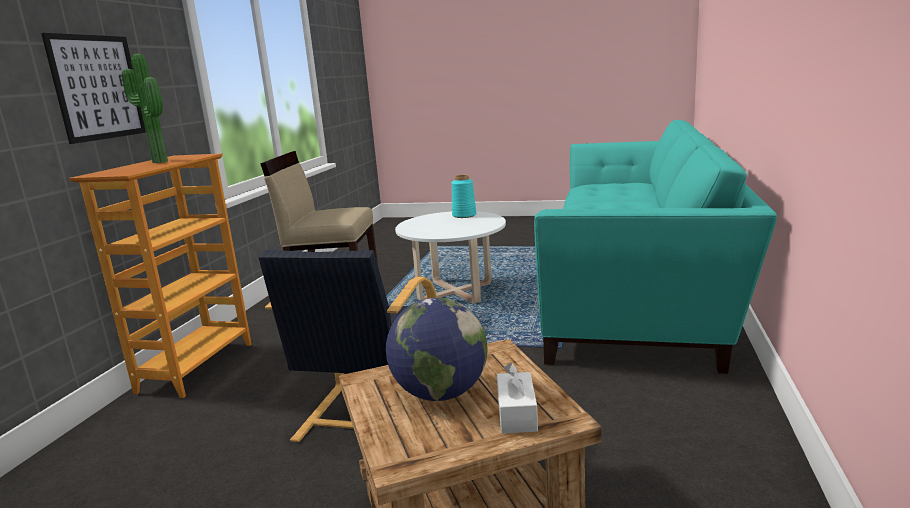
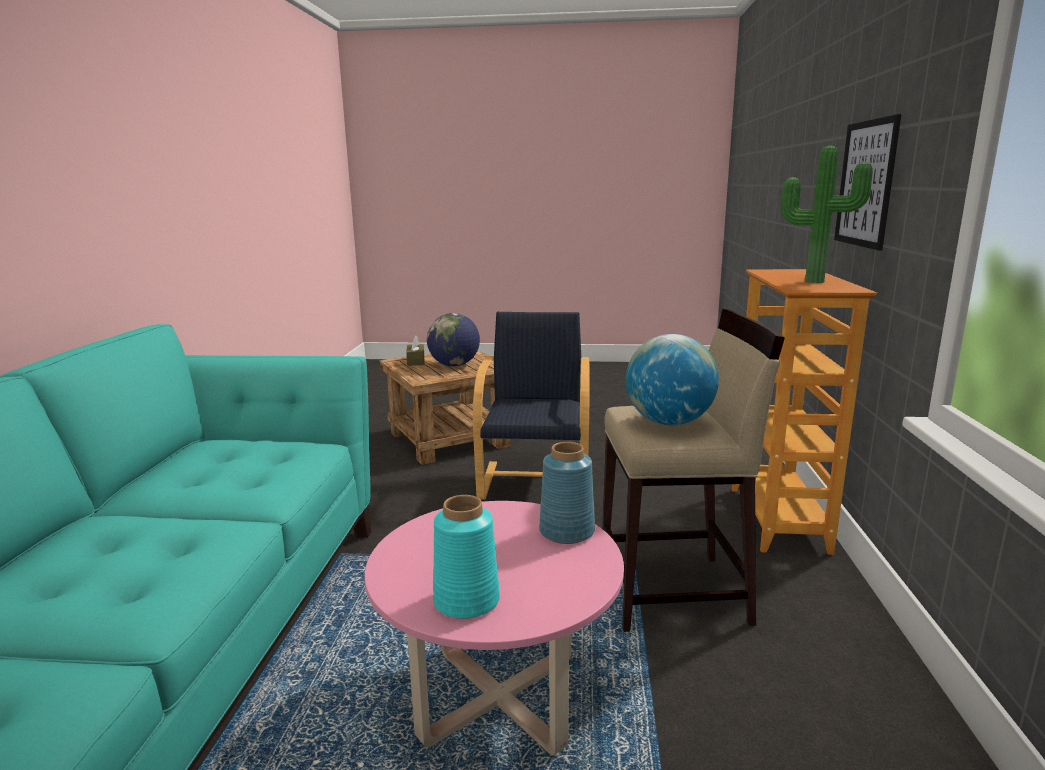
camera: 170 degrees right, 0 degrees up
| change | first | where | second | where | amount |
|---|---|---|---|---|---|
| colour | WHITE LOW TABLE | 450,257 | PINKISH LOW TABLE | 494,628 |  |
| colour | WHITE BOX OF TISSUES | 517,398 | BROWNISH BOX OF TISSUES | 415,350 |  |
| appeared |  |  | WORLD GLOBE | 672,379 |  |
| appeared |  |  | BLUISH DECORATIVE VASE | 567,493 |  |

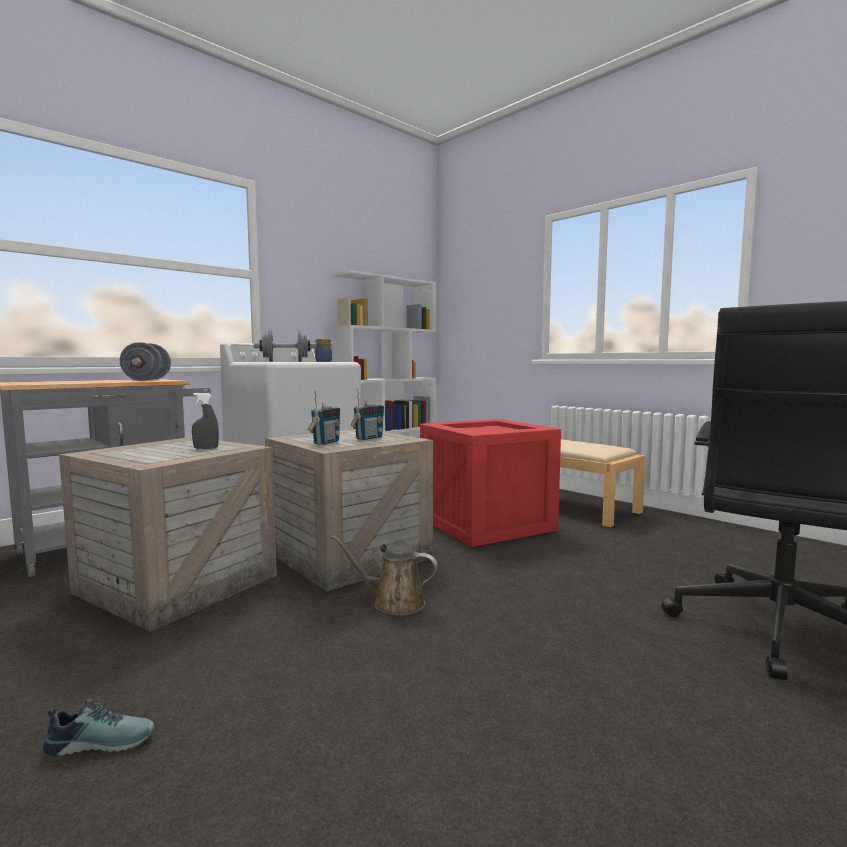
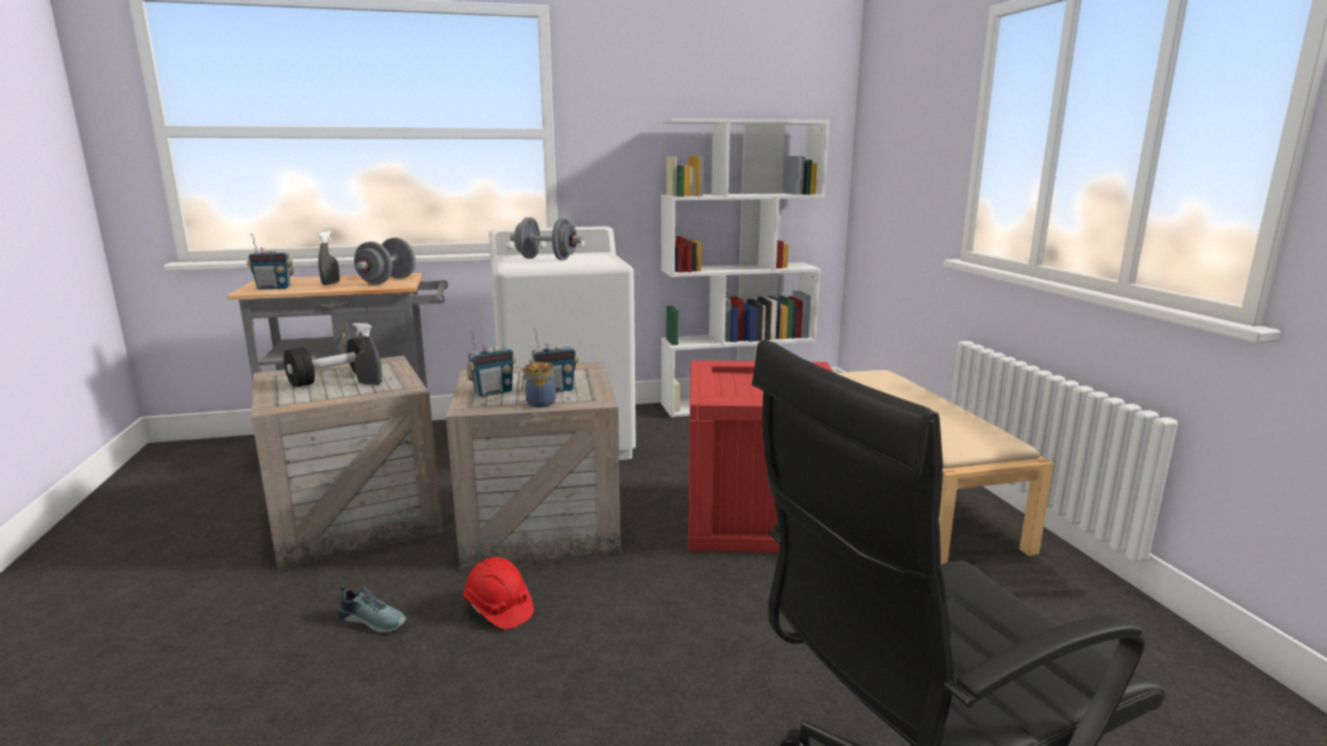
camera: 30 degrees right, 10 degrees up
| change | first | where | second | where | amount |
|---|---|---|---|---|---|
| relocated | STORAGE JAR | 323,350 |  | 538,384 |  |
| exchanged | BROWNISH WATERING CAN | 384,575 | REDDISH SAFETY HELMET | 498,593 |  |
| relocated | ITEM OF FOOTWEAR | 98,727 |  | 372,609 |  |
| appeared |  |  | GRAY HAND SPRAYER | 329,258 |  |
| appeared |  |  | RADIO SET | 270,262 |  |
| appeared |  |  | BLACKISH FREE WEIGHT | 324,362 |  |

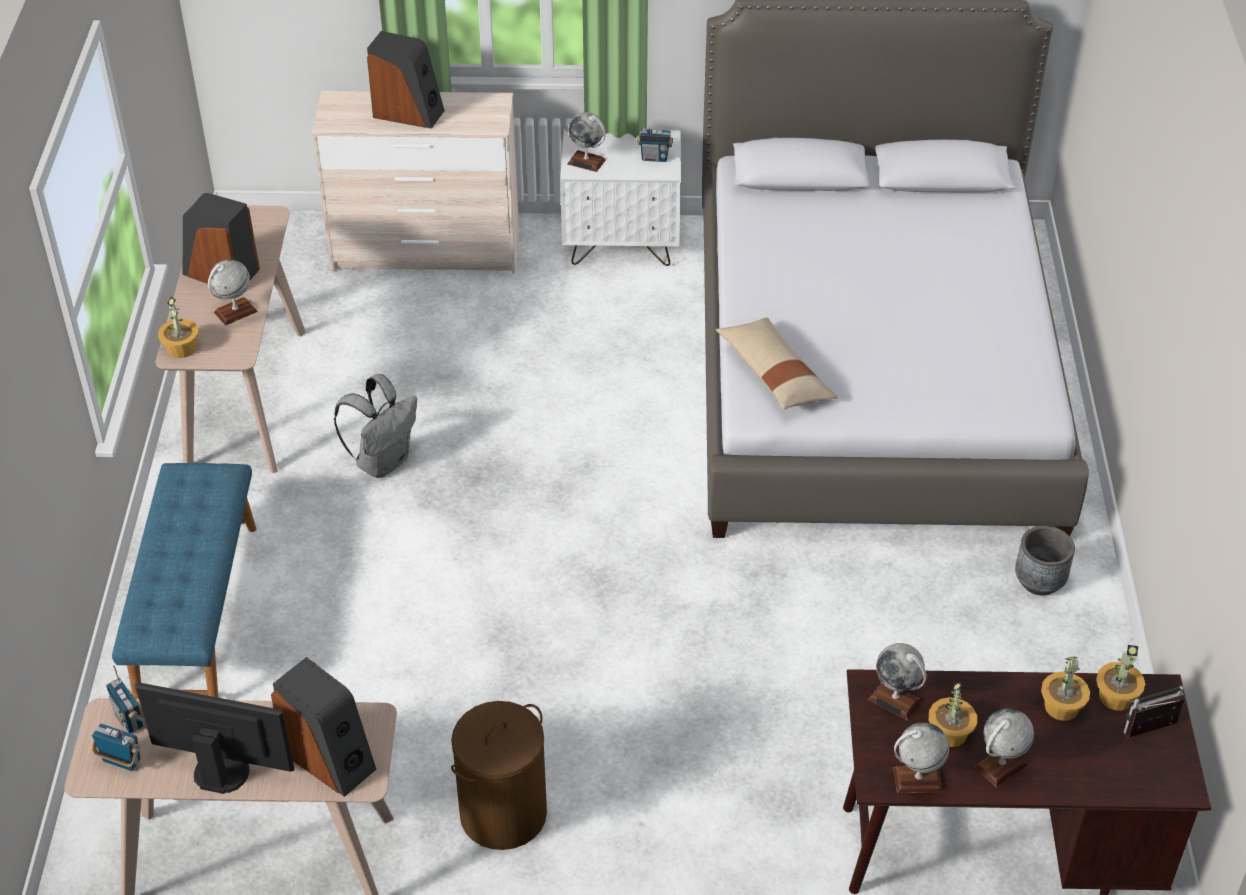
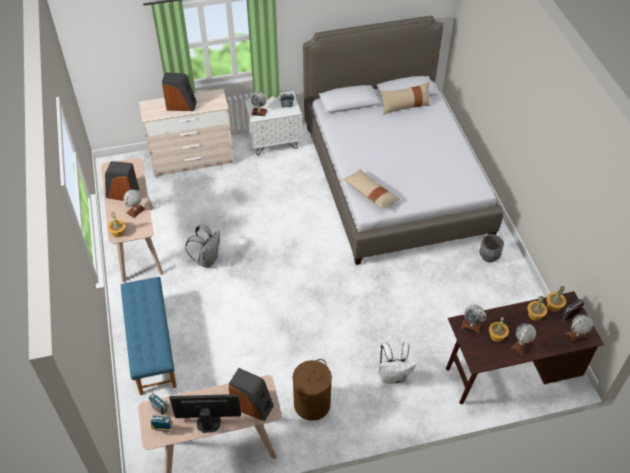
camera: 15 degrees left, 5 degrees up
| change | first | where | second | where | amount |
|---|---|---|---|---|---|
| relocated | WORLD GLOBE | 921,758 |  | 579,328 |  |
| appeared |  |  | BEIGE-COLOURED THROW PILLOW | 405,98 |  |
| appeared |  |  | WHITE BACKPACK | 397,363 |  |

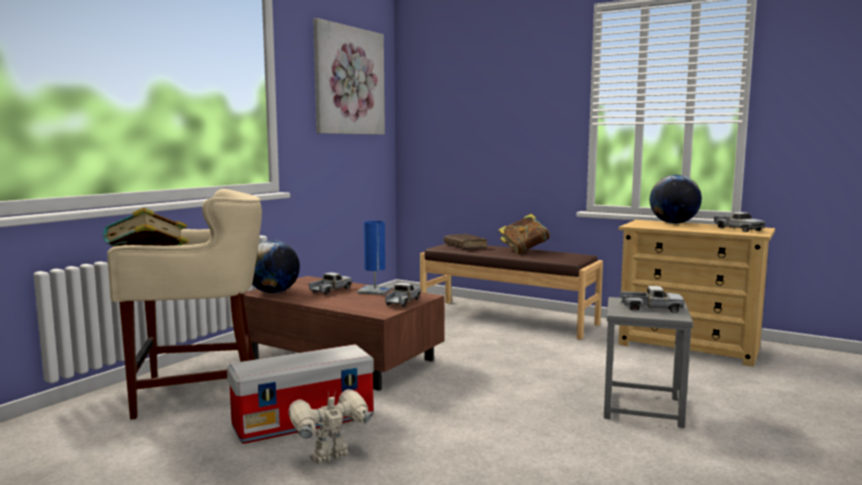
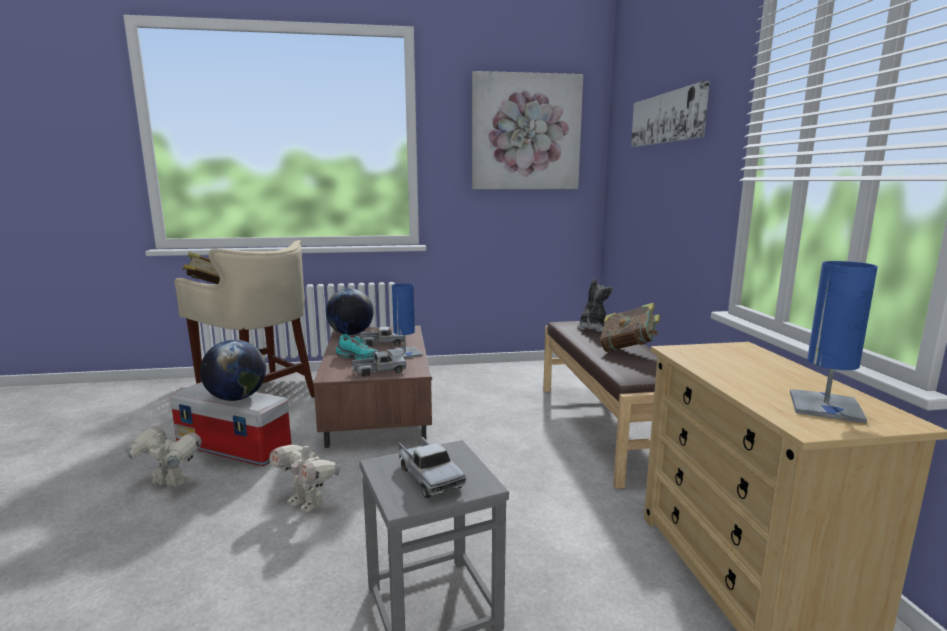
camera: 50 degrees right, 5 degrees up
| change | first | where | second | where | amount |
|---|---|---|---|---|---|
| relocated | WORLD GLOBE | 676,199 |  | 233,370 |  |
| exchanged | TOY LORRY | 739,222 | BLUISH TABLE LAMP | 834,342 |  |
| exchanged | BROWNISH BOOK | 465,241 | PLUSH TOY | 595,305 |  |
| appeared |  |  | WALL PICTURE | 670,114 |  |
| appeared |  |  | TURQUOISE ITEM OF FOOTWEAR | 357,347 |  |
| appeared |  |  | TOY ROBOT | 305,475 |  |

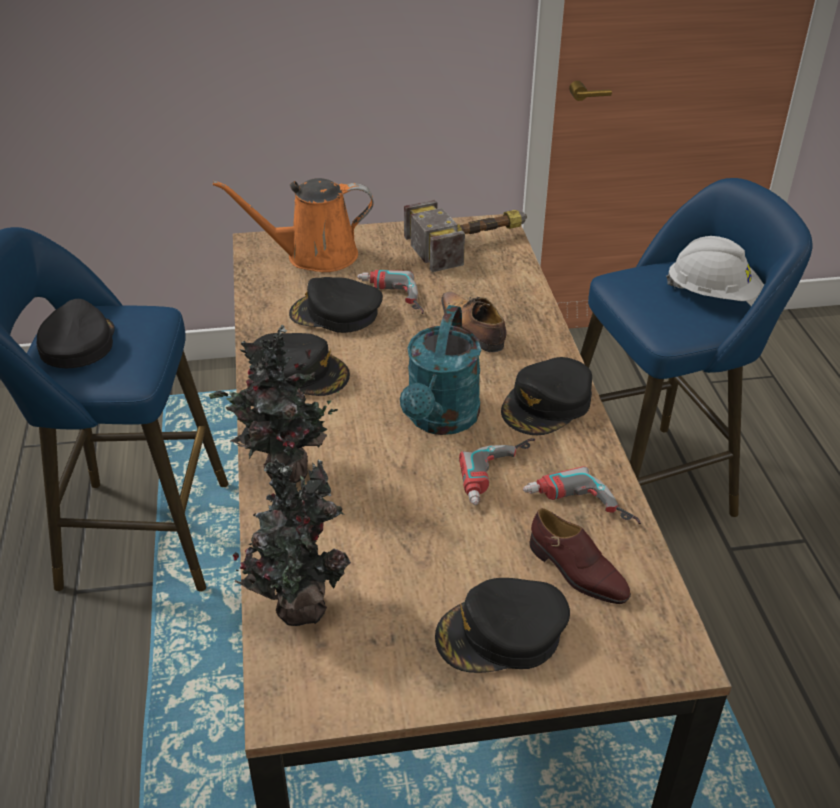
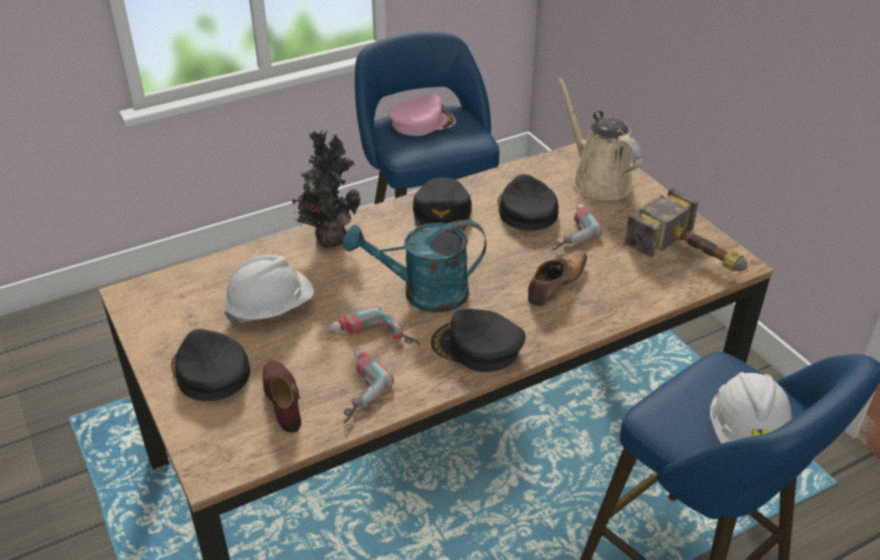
camera: 70 degrees right, 0 degrees up
| change | first | where | second | where | amount |
|---|---|---|---|---|---|
| colour | ORANGE WATERING CAN | 293,225 | BEIGE-COLOURED WATERING CAN | 600,139 |  |
| colour | BLACKISH PEAKED CAP | 76,333 | PINKISH PEAKED CAP | 421,115 |  |
| missing | POTTED PLANT | 291,542 |  |  |  |
| spun | BROWNISH ITEM OF FOOTWEAR | 580,556 |  | 282,396 | 135 degrees clockwise |
| appeared |  |  | WHITE SAFETY HELMET | 268,290 |  |

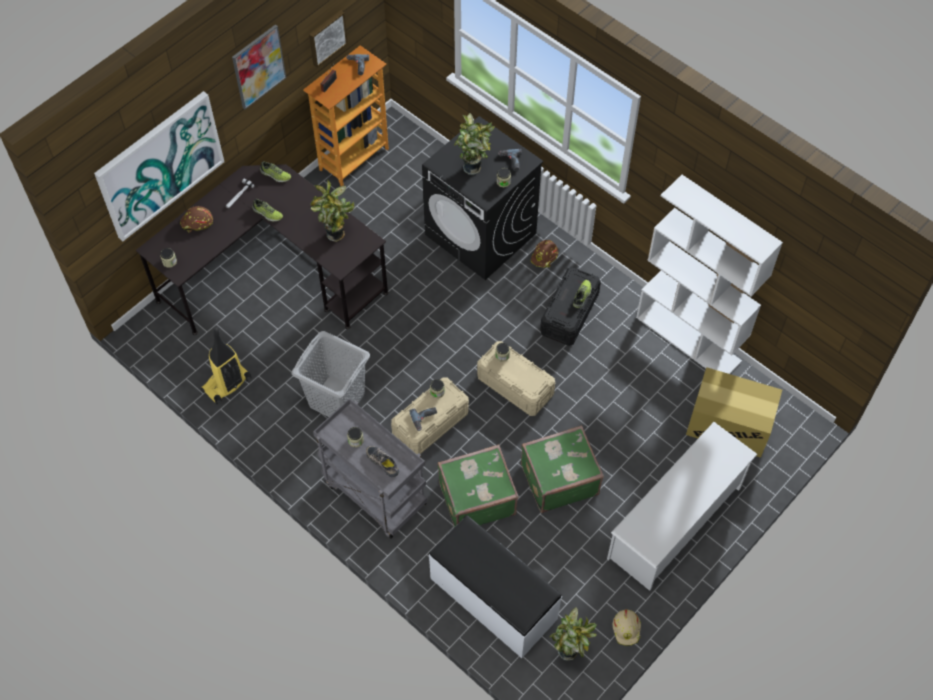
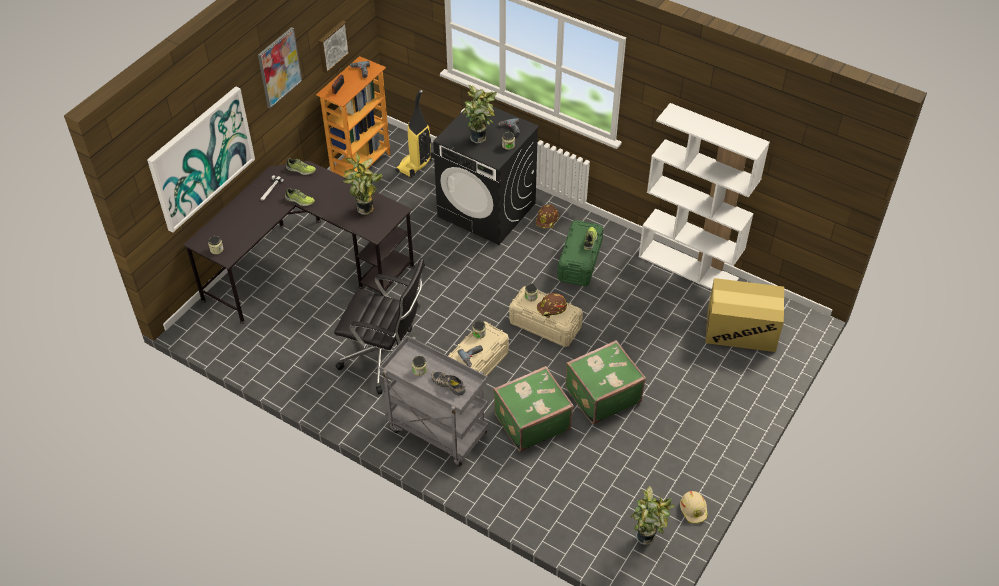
camera: 10 degrees left, 10 degrees down
| change | first | where | second | where | amount |
|---|---|---|---|---|---|
| relocated | BROWNISH SAFETY HELMET | 196,219 |  | 552,305 |  |
| colour | BLACKISH STORAGE BIN | 570,306 | GREEN STORAGE BIN | 580,253 |  |
| relocated | VACUUM | 226,365 |  | 415,134 |  |
| exchanged | GRAY WASHING BASKET | 331,374 | BLACKISH DESK CHAIR | 379,326 |  |
| missing | WHITE SHOE RACK | 682,506 |  |  |  |
| missing | WHITE BENCH | 495,586 |  |  |  |

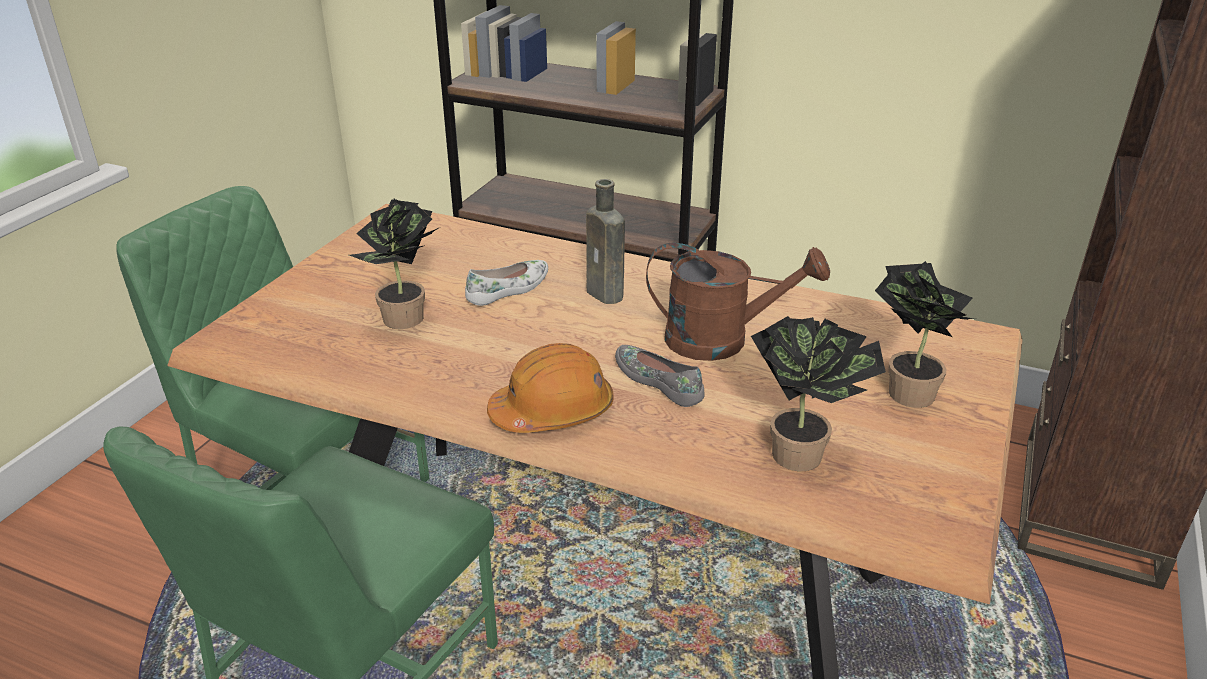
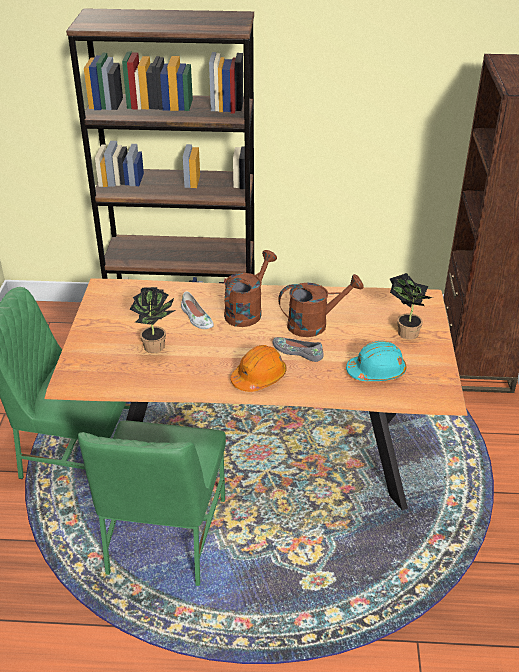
camera: 20 degrees left, 5 degrees up
| change | first | where | second | where | amount |
|---|---|---|---|---|---|
| exchanged | BROWNISH DRINK BOTTLE | 605,241 | BROWNISH WATERING CAN | 250,288 |  |
| spun | WHITE ITEM OF FOOTWEAR | 506,283 |  | 197,310 | 120 degrees clockwise |
| exchanged | POTTED PLANT | 818,393 | TURQUOISE SAFETY HELMET | 376,361 |  |

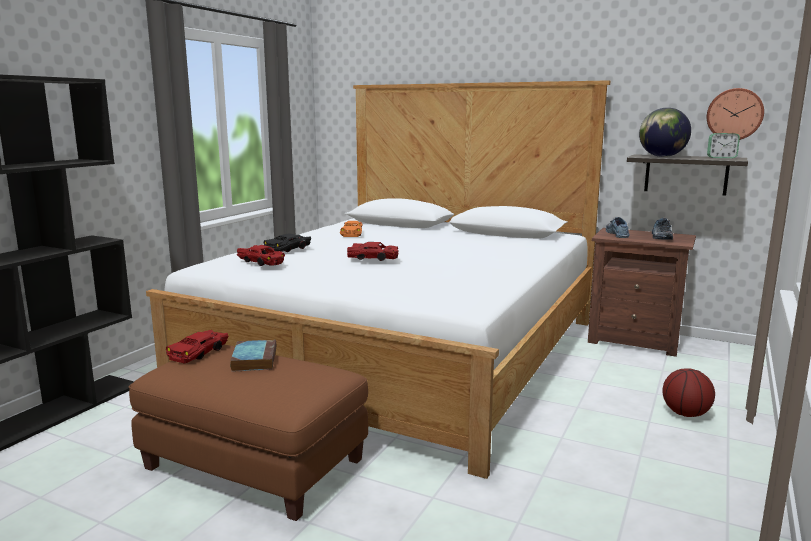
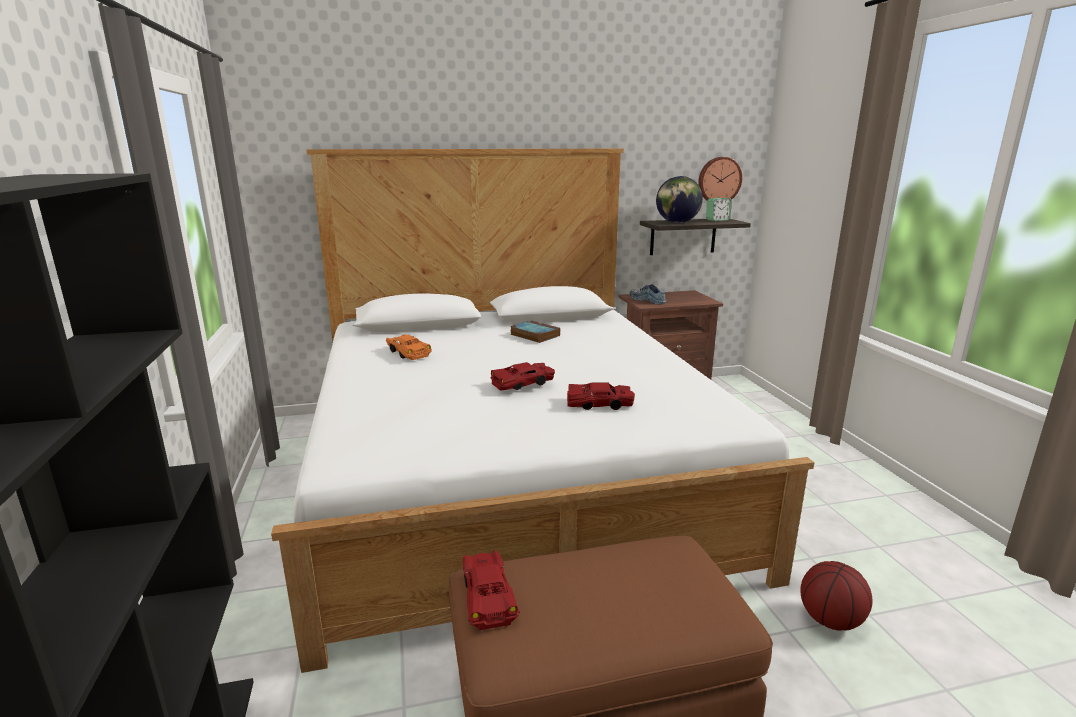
camera: 40 degrees left, 5 degrees up
| change | first | where | second | where | amount |
|---|---|---|---|---|---|
| missing | ITEM OF FOOTWEAR | 662,229 |  |  |  |
| missing | BLACKISH TOY CAR | 287,242 |  |  |  |
| relocated | REDDISH TOY CAR | 261,255 |  | 601,396 |  |
| relocated | BOOK | 253,356 |  | 535,331 |  |
| relocated | BASKETBALL BALL | 689,392 |  | 836,596 |  |

